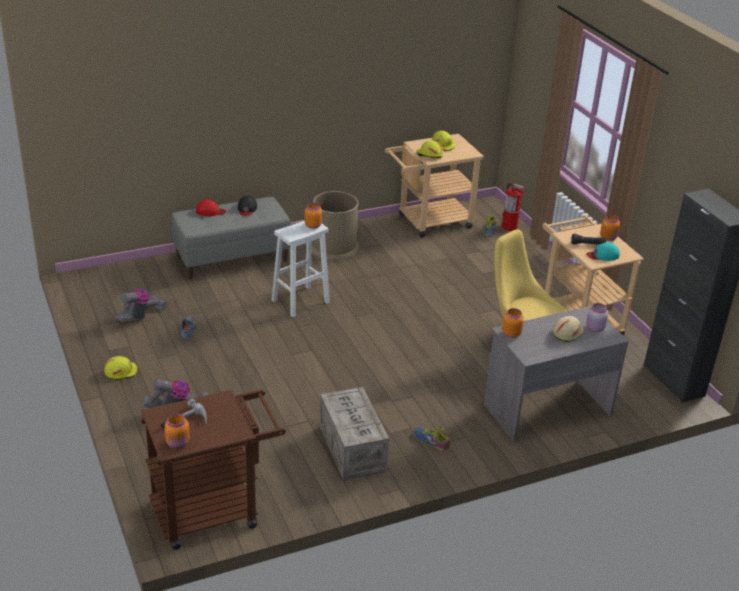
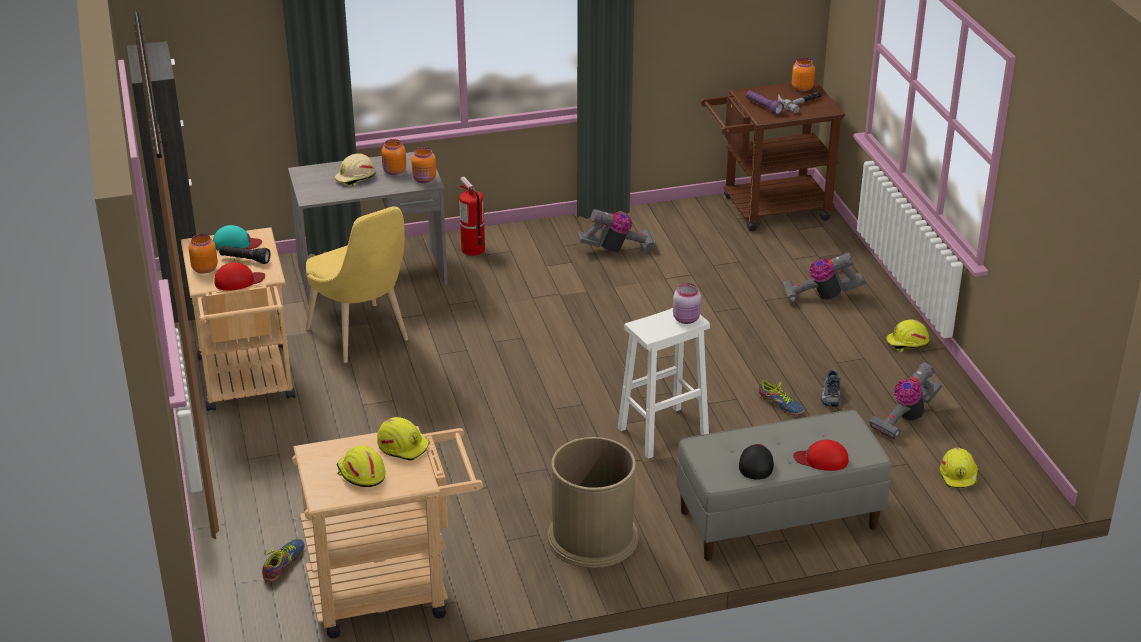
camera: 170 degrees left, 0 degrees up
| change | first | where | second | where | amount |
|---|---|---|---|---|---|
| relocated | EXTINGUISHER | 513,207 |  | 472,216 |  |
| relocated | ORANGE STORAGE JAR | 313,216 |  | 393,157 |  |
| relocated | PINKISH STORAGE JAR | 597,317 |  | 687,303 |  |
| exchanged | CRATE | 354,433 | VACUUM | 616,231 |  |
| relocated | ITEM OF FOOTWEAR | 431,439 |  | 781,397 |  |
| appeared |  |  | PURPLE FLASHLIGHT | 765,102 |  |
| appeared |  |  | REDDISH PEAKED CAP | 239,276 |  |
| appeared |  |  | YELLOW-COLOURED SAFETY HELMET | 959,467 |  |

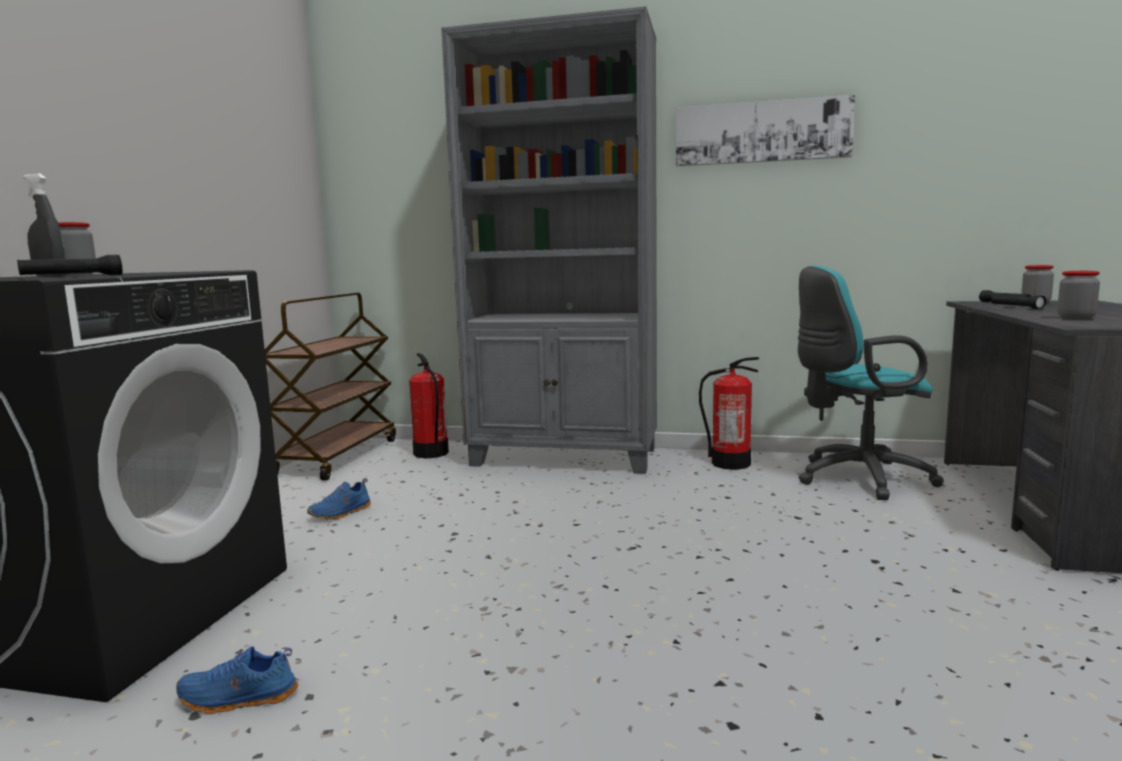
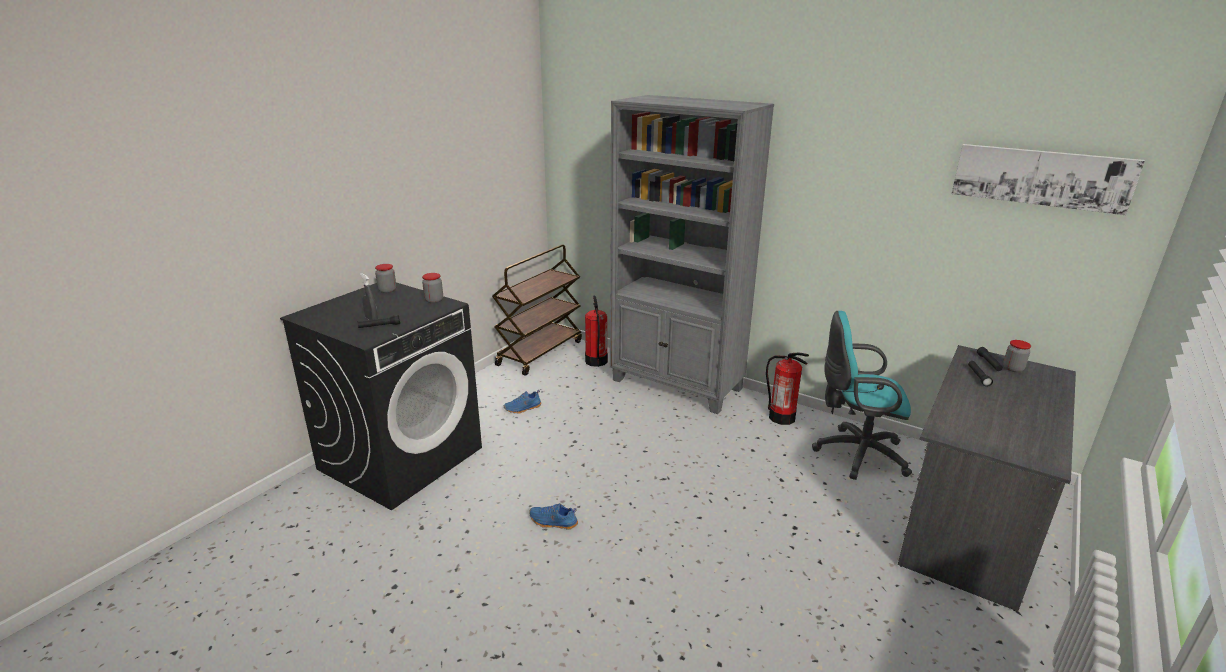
camera: 20 degrees right, 15 degrees up
| change | first | where | second | where | amount |
|---|---|---|---|---|---|
| relocated | WALL PICTURE | 765,130 |  | 1048,179 |  |
| relocated | STORAGE JAR | 1078,295 |  | 432,288 |  |
| relocated | BLUISH ITEM OF FOOTWEAR | 237,680 |  | 553,516 |  |

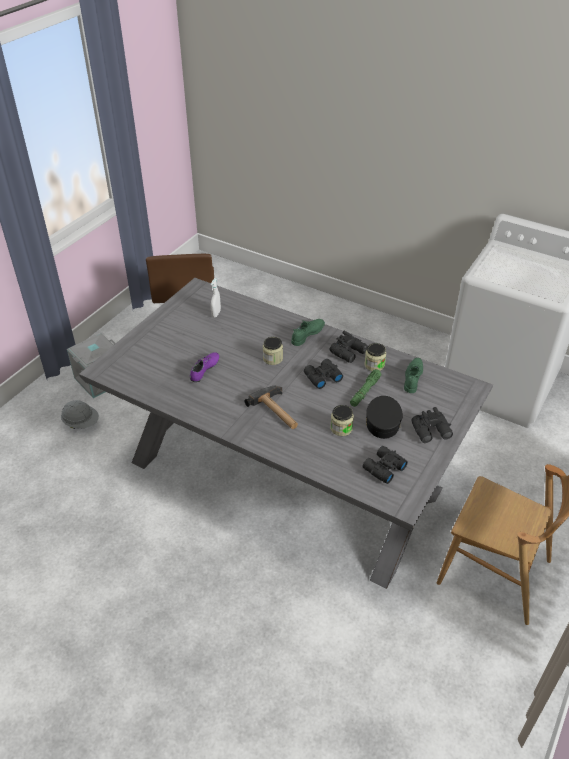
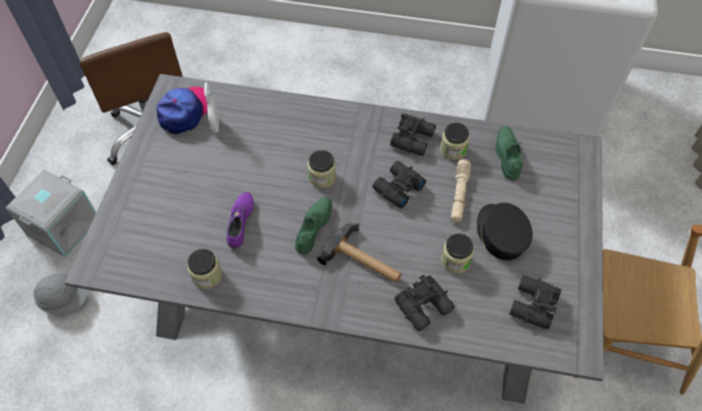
camera: 20 degrees left, 15 degrees up
| change | first | where | second | where | amount |
|---|---|---|---|---|---|
| relocated | GREEN ITEM OF FOOTWEAR | 308,332 |  | 313,225 |  |
| colour | GREEN FLASHLIGHT | 365,388 | BEIGE-COLOURED FLASHLIGHT | 461,190 |  |
| relocated | BLACKISH PAIR OF BINOCULARS | 432,425 |  | 425,303 |  |
| appeared |  |  | PEAKED CAP | 182,110 |  |
| appeared |  |  | STORAGE JAR | 204,269 |  |

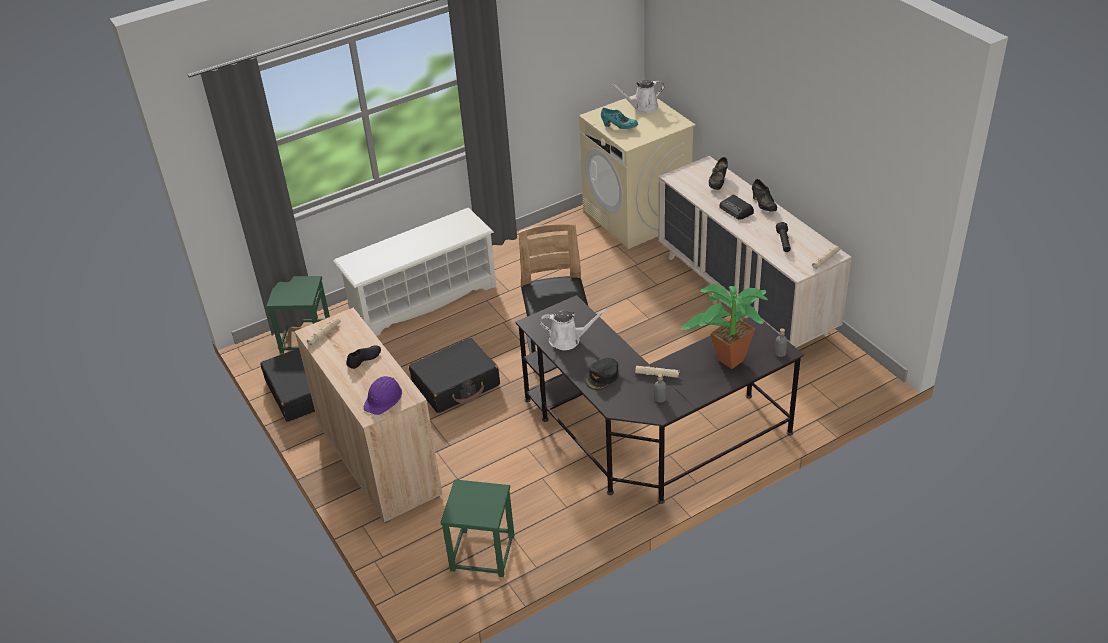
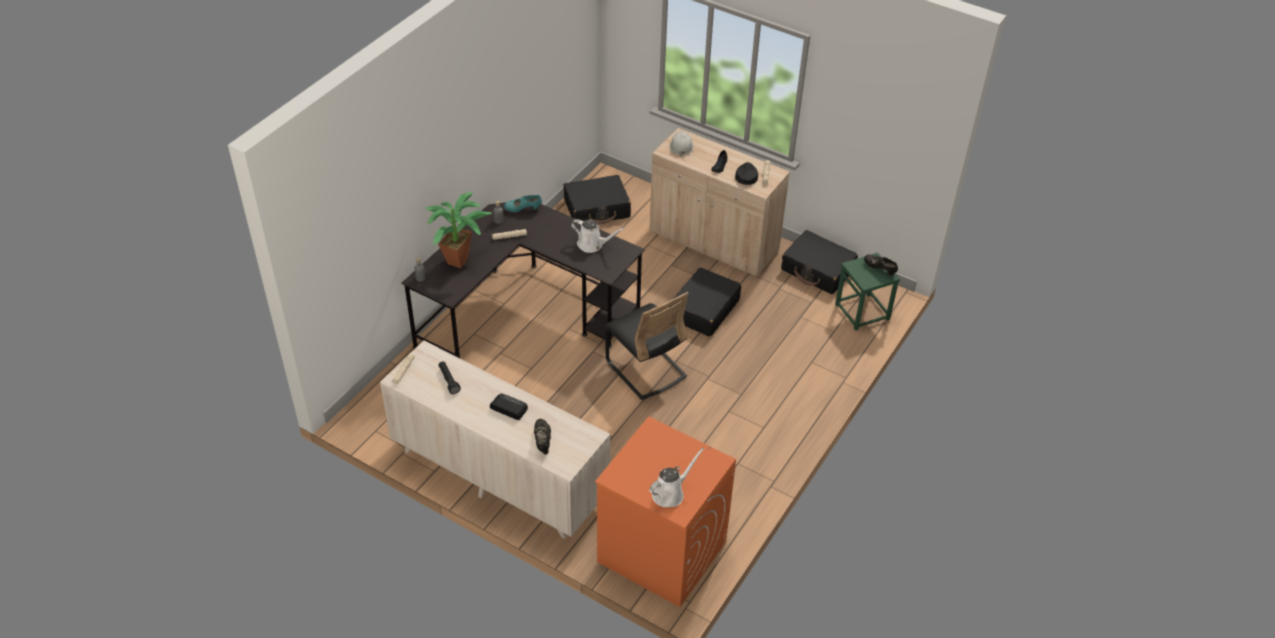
camera: 150 degrees right, 5 degrees up
| change | first | where | second | where | amount |
|---|---|---|---|---|---|
| colour | BEIGE-COLOURED LAUNDRY APPLIANCE | 637,172 | ORANGE LAUNDRY APPLIANCE | 665,511 |  |
| relocated | TURQUOISE ITEM OF FOOTWEAR | 619,118 |  | 523,203 |  |
| relocated | BLACKISH ITEM OF FOOTWEAR | 764,195 |  | 881,265 |  |
| missing | WHITE SHOE RACK | 414,272 |  |  |  |
| spun | WHITE WATERING CAN | 573,329 |  | 597,236 | 135 degrees counterclockwise |
| relocated | BLACKISH PEAKED CAP | 602,374 |  | 746,173 |  |
| colour | PURPLE SAFETY HELMET | 382,395 | WHITE SAFETY HELMET | 681,144 |  |
| exchanged | GREEN STOOL SEAT | 477,528 | BLACKISH TRAVEL CASE | 597,199 |  |

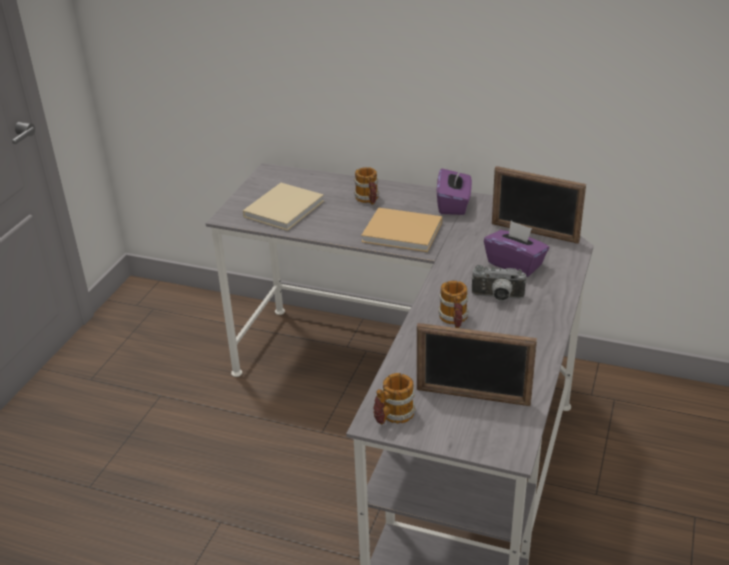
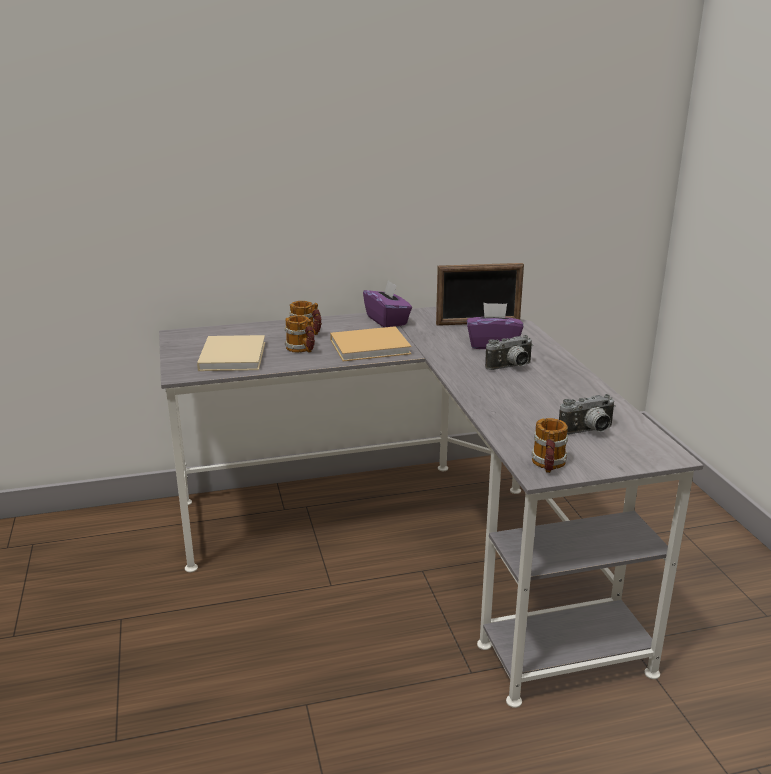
camera: 35 degrees left, 10 degrees down
| change | first | where | second | where | amount |
|---|---|---|---|---|---|
| relocated | COFFEE MUG | 454,304 |  | 299,334 |  |
| exchanged | PHOTO FRAME | 477,364 | PHOTO CAMERA | 587,414 |  |

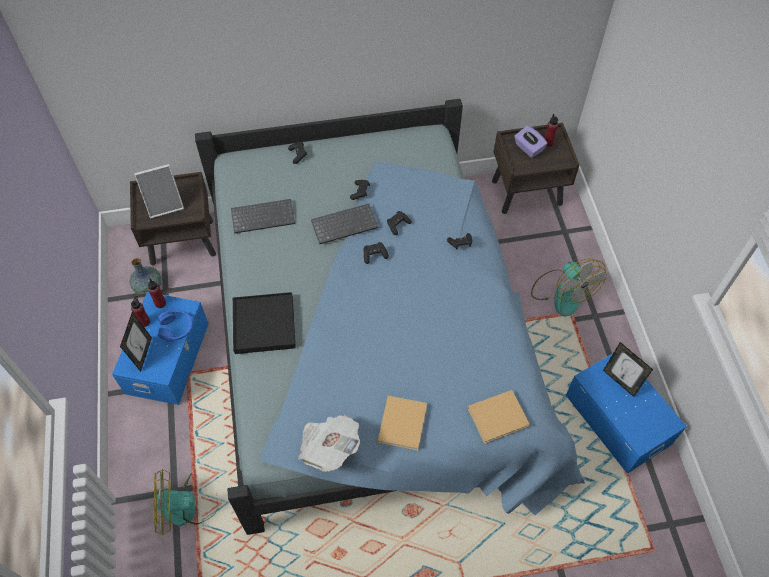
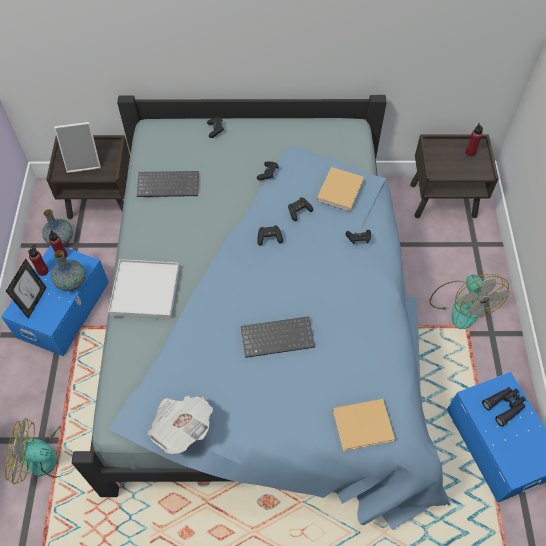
camera: 10 degrees right, 0 degrees up
| change | first | where | second | where | amount |
|---|---|---|---|---|---|
| missing | PURPLE BOX OF TISSUES | 530,141 |  |  |  |
| relocated | PC KEYBOARD | 344,224 |  | 278,337 |  |
| colour | BLACKISH SERVING TRAY | 264,323 | WHITE SERVING TRAY | 144,289 |  |
| exchanged | BLUISH PAIR OF HEADPHONES | 175,326 | DECORATIVE VASE | 68,270 |  |
| exchanged | PHOTO FRAME | 628,369 | BLACKISH PAIR OF BINOCULARS | 504,407 |  |
| relocated | BEIGE-COLOURED BOOK | 402,423 |  | 340,189 |  |

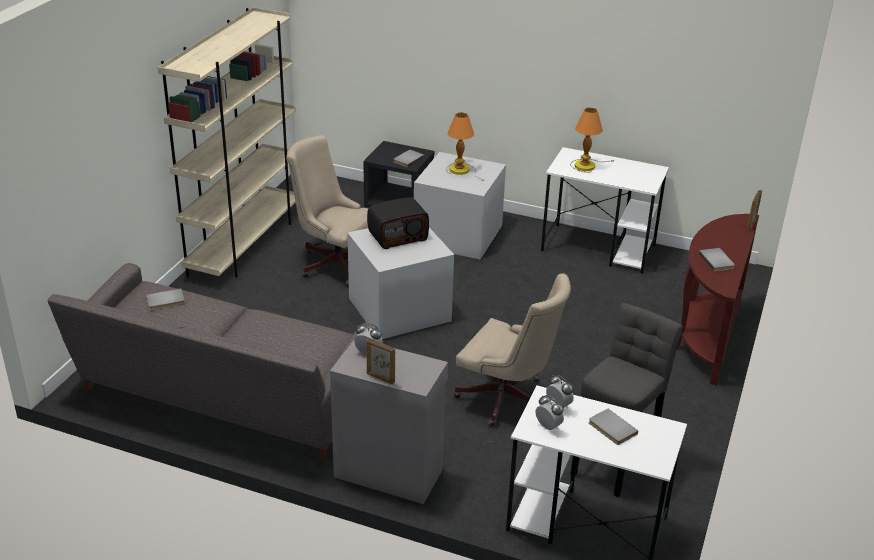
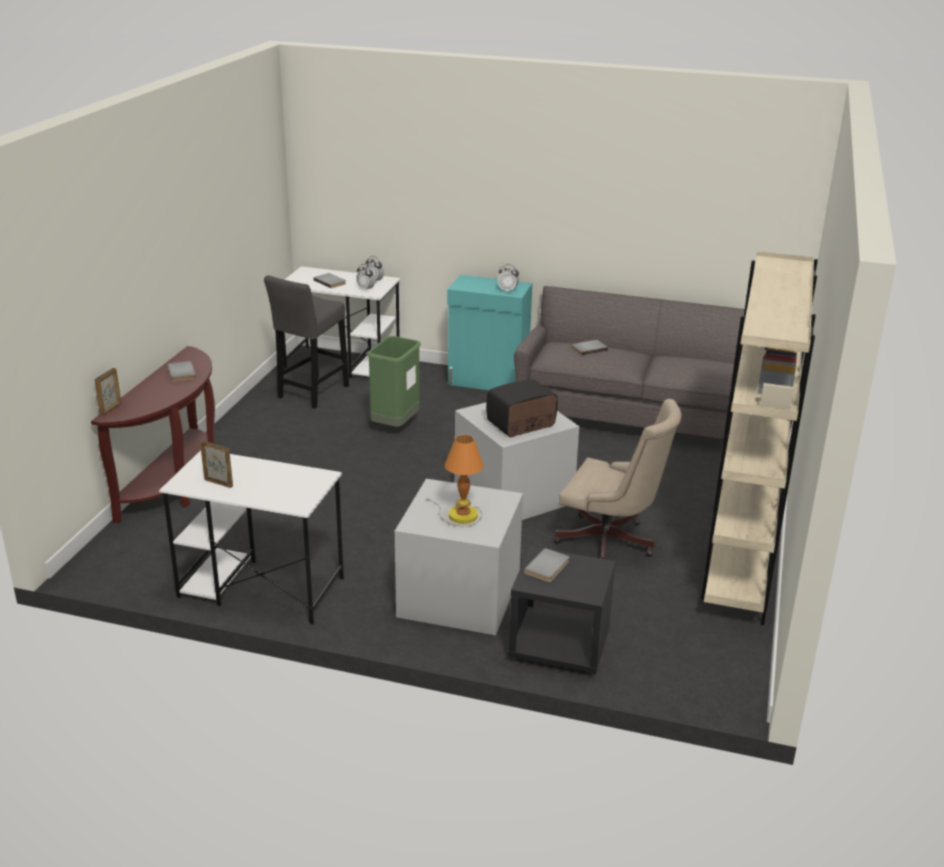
camera: 175 degrees right, 5 degrees down
| change | first | where | second | where | amount |
|---|---|---|---|---|---|
| missing | TABLE LAMP | 592,140 |  |  |  |
| exchanged | BEIGE-COLOURED DESK CHAIR | 512,349 | GREEN WASTE BIN | 394,381 |  |
| relocated | GRAY BOOK | 165,299 |  | 589,348 |  |
| relocated | PHOTO FRAME | 381,361 |  | 216,464 |  |
| colour | GRAY CABINET | 389,421 | TURQUOISE CABINET | 489,332 |  |

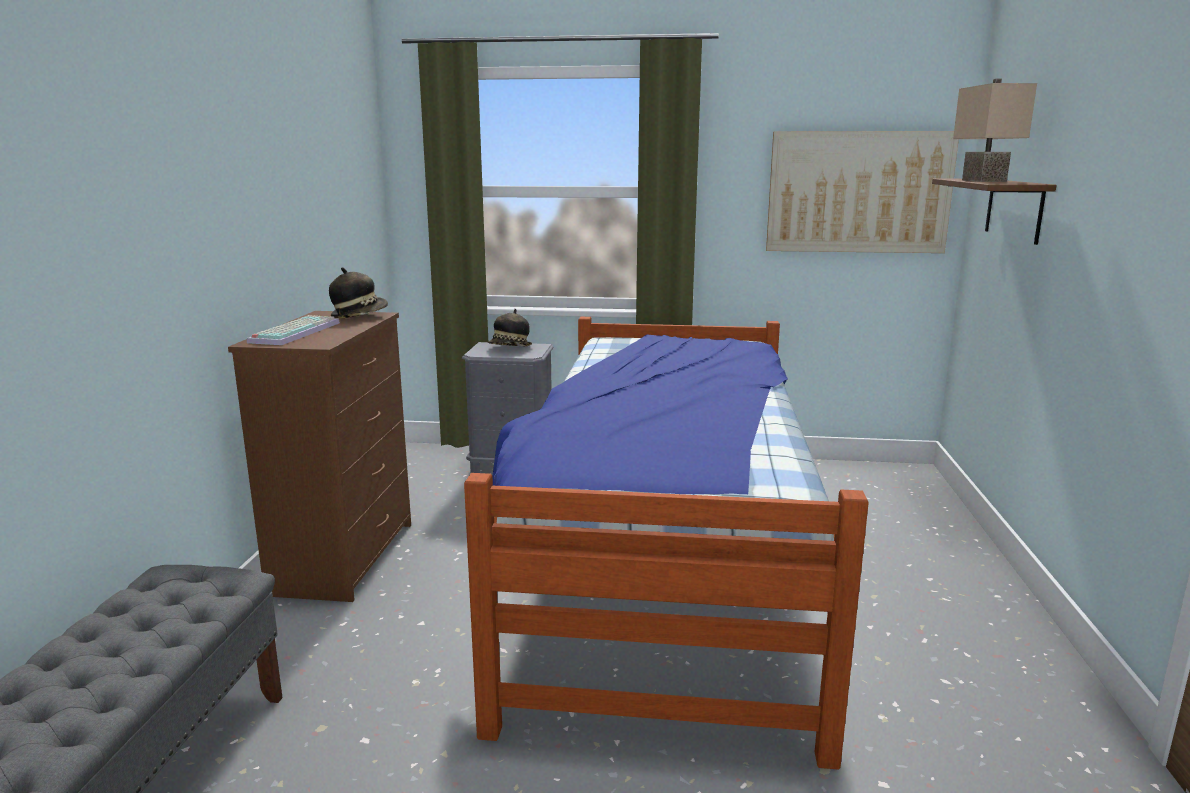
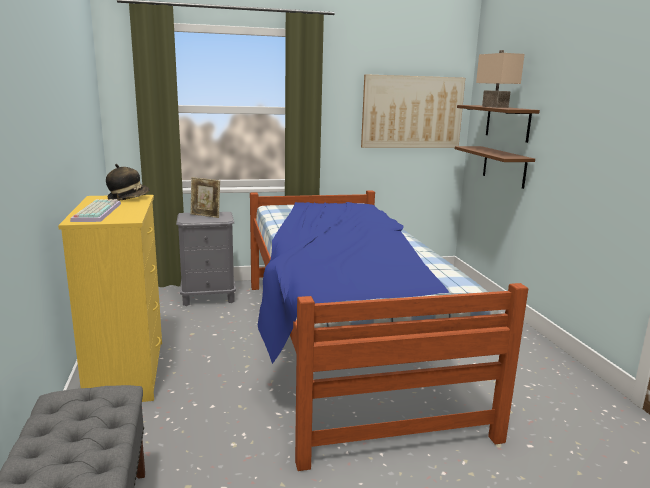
camera: 20 degrees left, 0 degrees up
| change | first | where | second | where | amount |
|---|---|---|---|---|---|
| exchanged | WEARABLE HAT | 510,328 | PHOTO FRAME | 205,197 |  |
| colour | BROWNISH CHEST OF DRAWERS | 319,456 | YELLOW-COLOURED CHEST OF DRAWERS | 110,298 |  |
| appeared |  |  | BROWNISH WALL SHELF | 495,167 |  |

